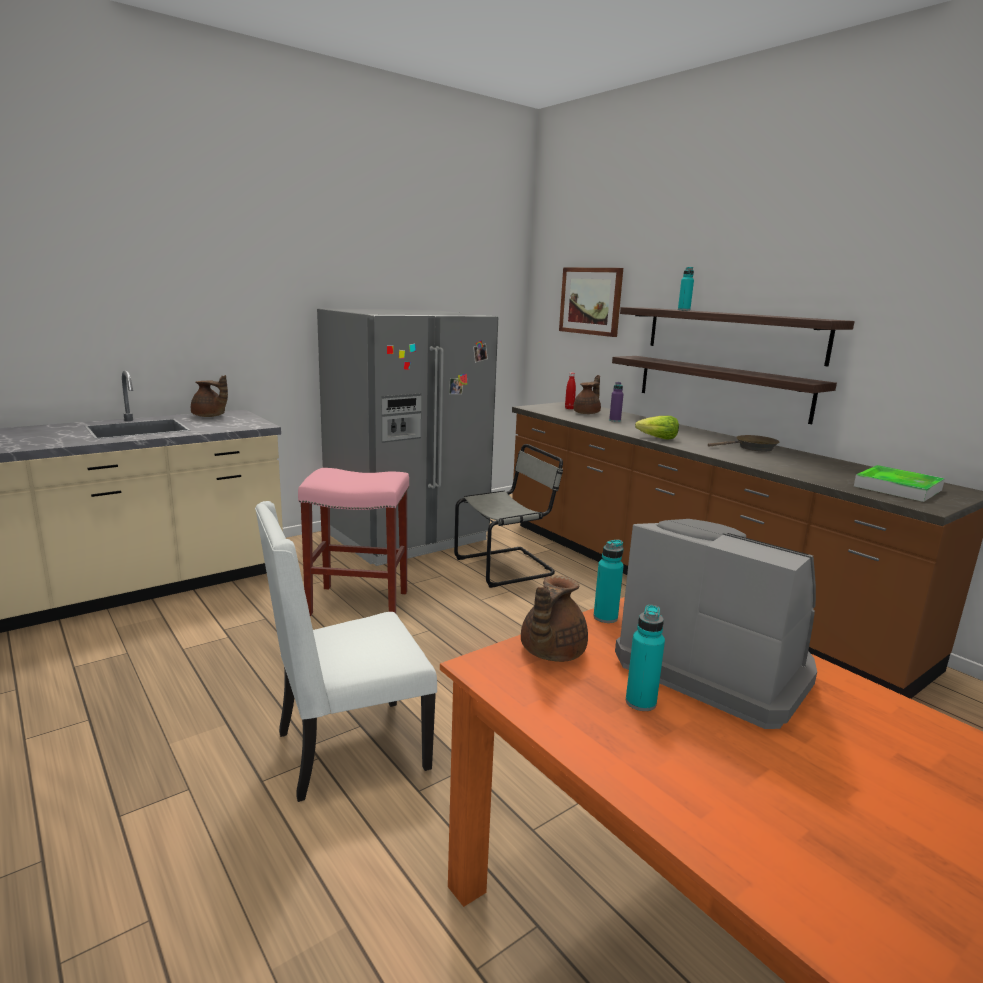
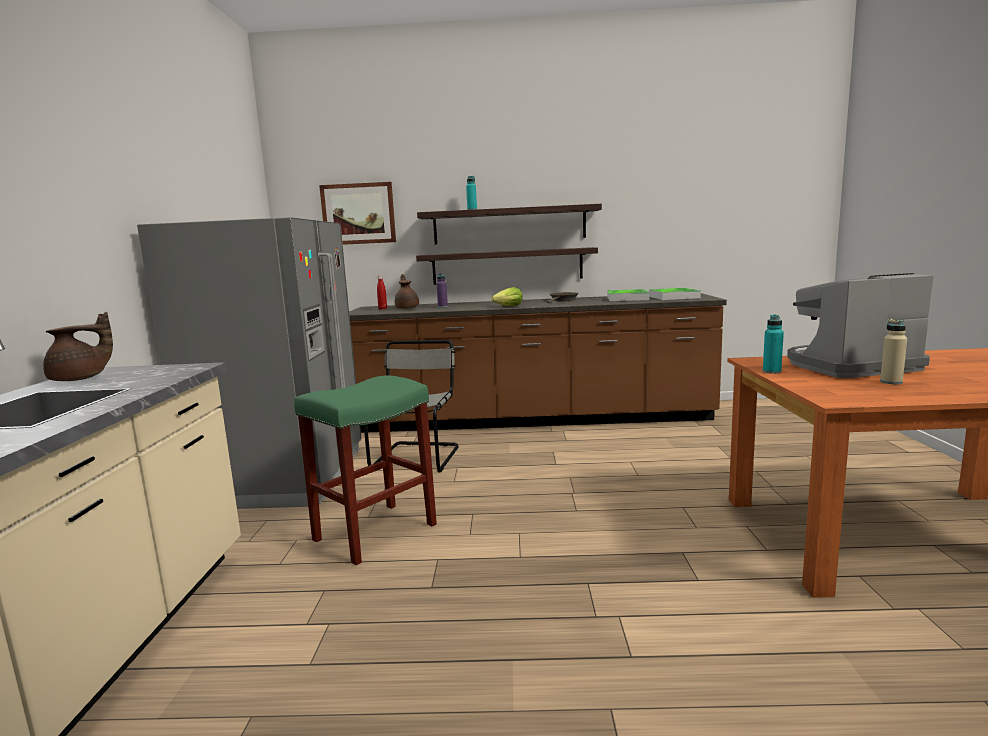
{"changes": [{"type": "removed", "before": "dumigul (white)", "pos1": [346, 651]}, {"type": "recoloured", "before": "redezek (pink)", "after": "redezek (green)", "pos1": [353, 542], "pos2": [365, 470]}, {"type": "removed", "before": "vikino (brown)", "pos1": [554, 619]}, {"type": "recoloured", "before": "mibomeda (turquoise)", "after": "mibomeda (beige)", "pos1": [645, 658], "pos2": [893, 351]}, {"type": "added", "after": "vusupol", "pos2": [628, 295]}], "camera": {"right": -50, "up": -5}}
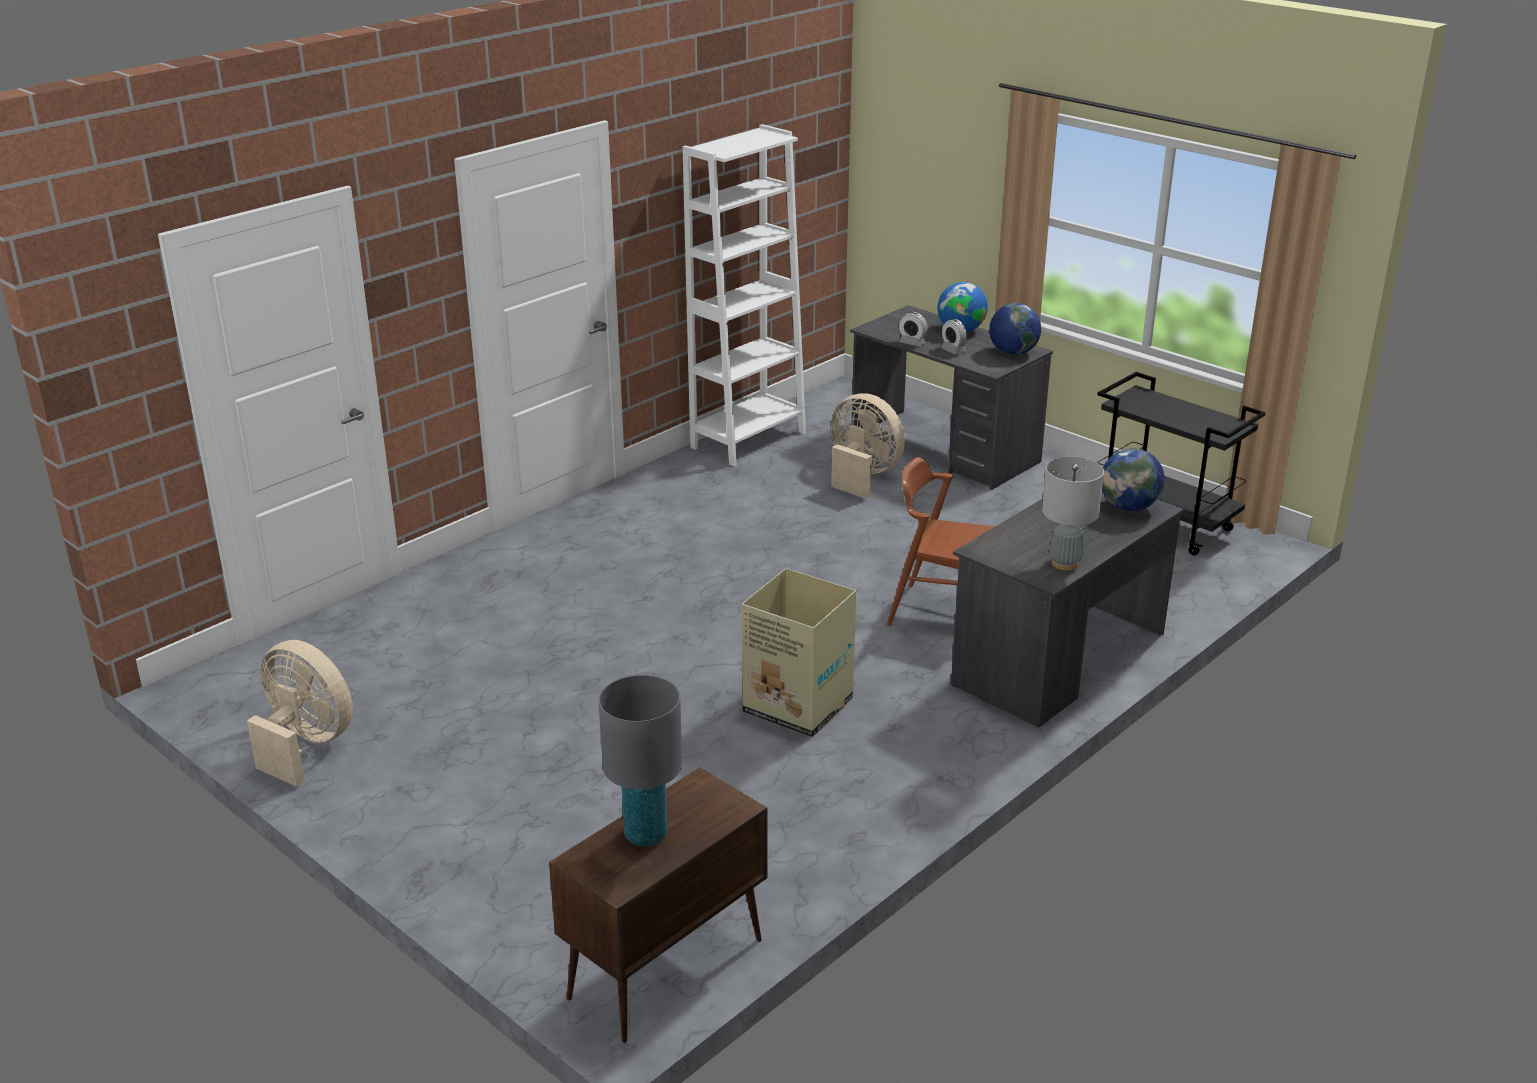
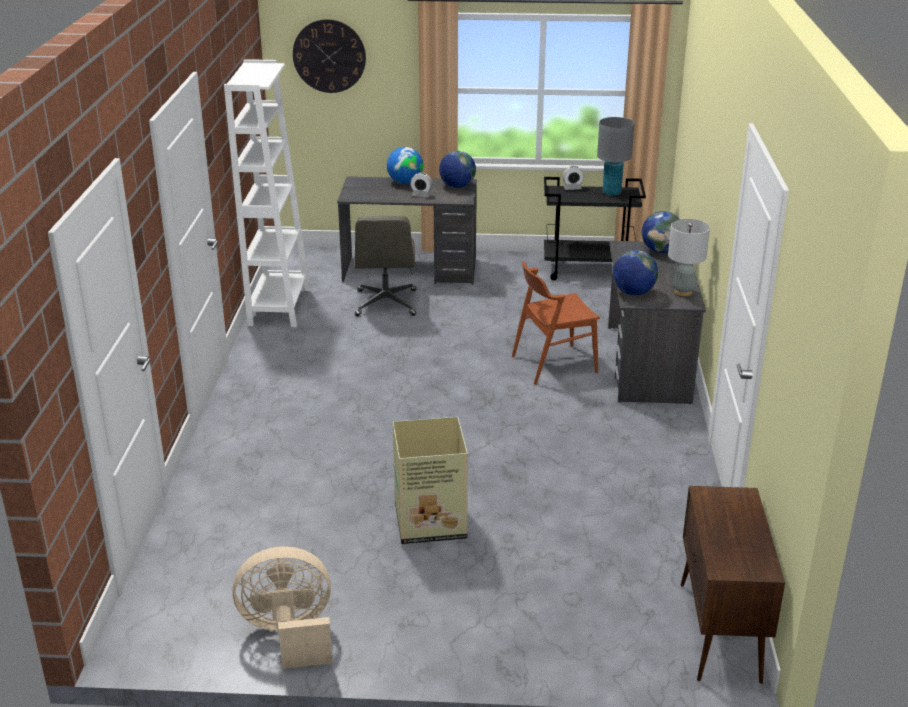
{"changes": [{"type": "moved", "before": "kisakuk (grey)", "pos1": [640, 761], "pos2": [615, 156]}, {"type": "moved", "before": "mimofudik", "pos1": [799, 652], "pos2": [430, 480]}, {"type": "replaced", "before": "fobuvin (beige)", "after": "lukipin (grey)", "pos1": [868, 446], "pos2": [386, 266]}, {"type": "moved", "before": "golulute", "pos1": [913, 329], "pos2": [573, 178]}, {"type": "added", "after": "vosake", "pos2": [329, 56]}, {"type": "added", "after": "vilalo", "pos2": [635, 272]}], "camera": {"right": -40, "up": 0}}
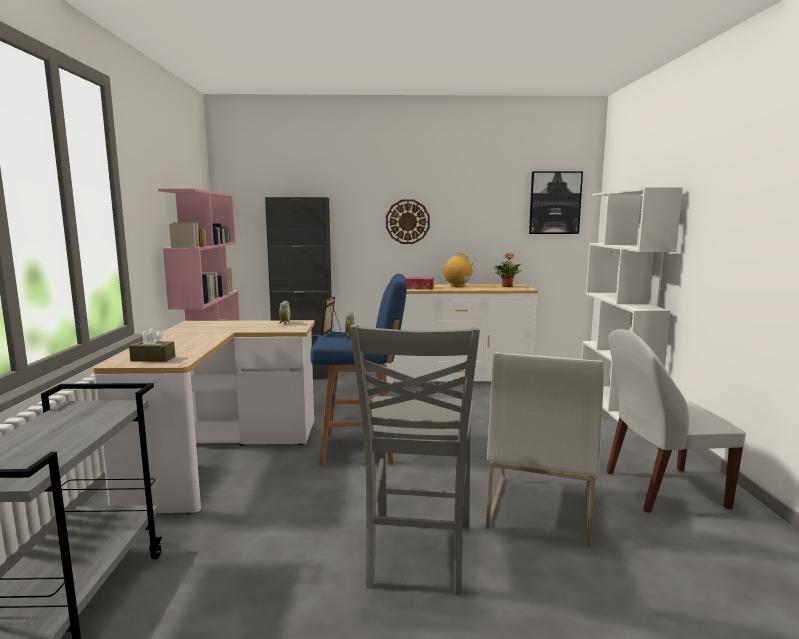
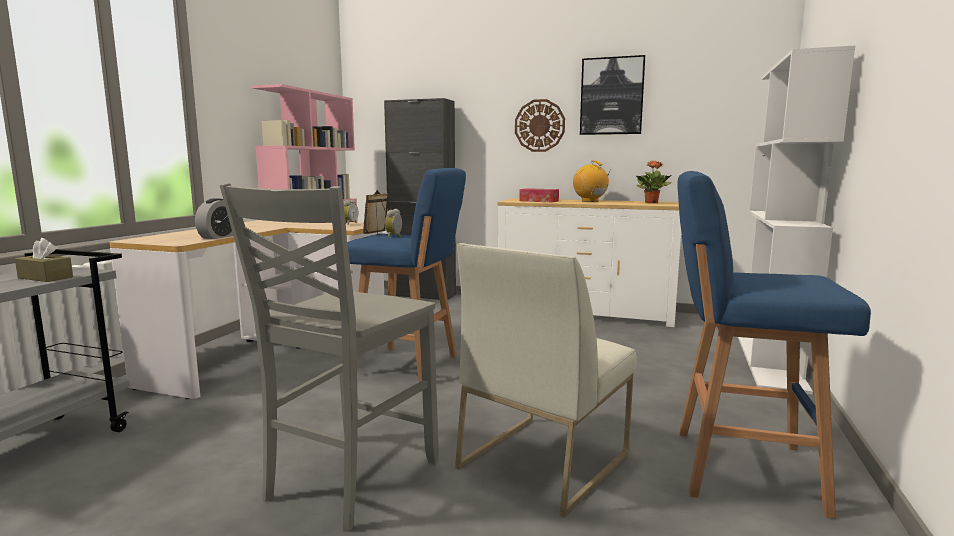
{"changes": [{"type": "moved", "before": "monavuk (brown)", "pos1": [152, 345], "pos2": [44, 260]}, {"type": "moved", "before": "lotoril", "pos1": [556, 202], "pos2": [612, 95]}, {"type": "replaced", "before": "dumigul (white)", "after": "redezek (blue)", "pos1": [676, 421], "pos2": [774, 345]}, {"type": "added", "after": "golulute", "pos2": [214, 218]}], "camera": {"right": 20, "up": 0}}
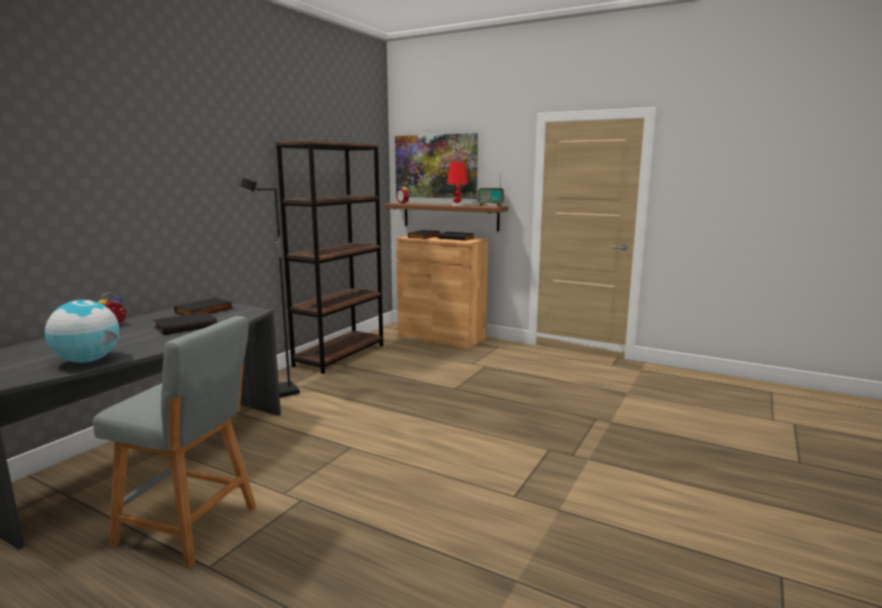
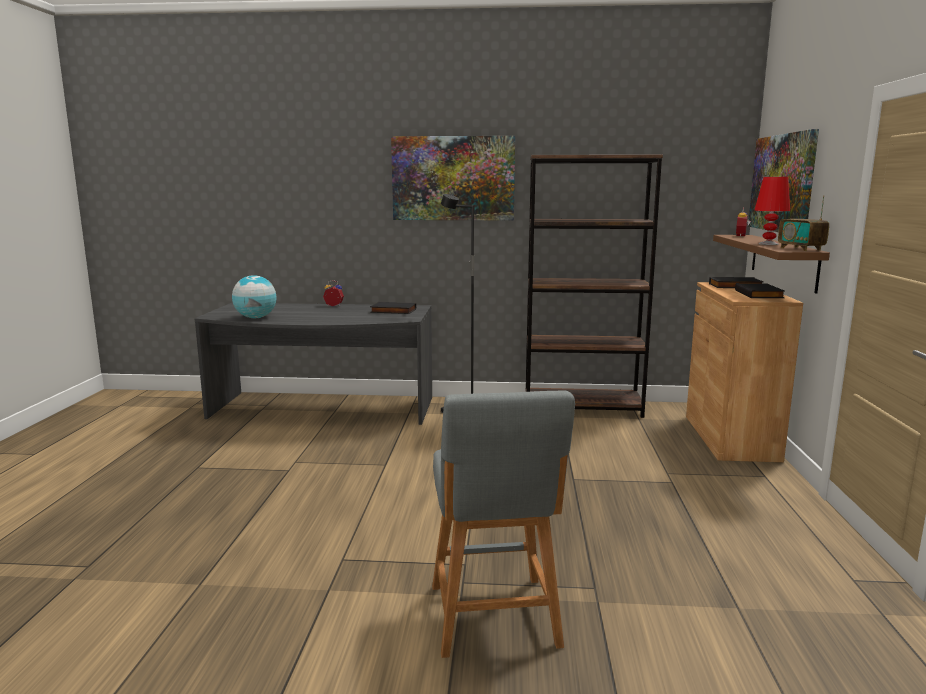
{"changes": [{"type": "moved", "before": "redezek (grey)", "pos1": [174, 441], "pos2": [503, 524]}, {"type": "removed", "before": "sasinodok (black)", "pos1": [185, 323]}, {"type": "added", "after": "lotoril", "pos2": [453, 178]}], "camera": {"right": 65, "up": 0}}
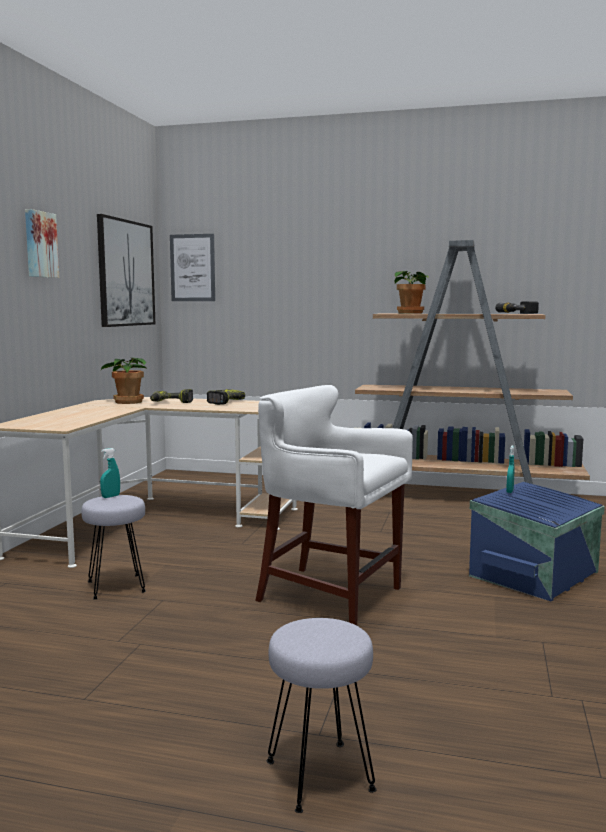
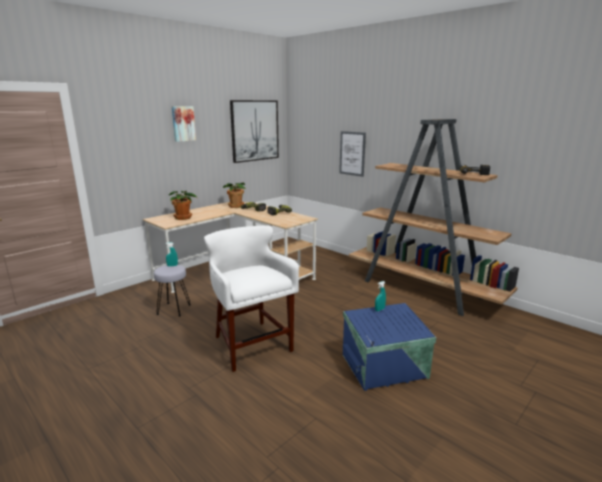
{"changes": [{"type": "moved", "before": "lotoril", "pos1": [192, 267], "pos2": [352, 154]}, {"type": "removed", "before": "redezek (grey)", "pos1": [322, 715]}, {"type": "moved", "before": "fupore", "pos1": [411, 292], "pos2": [183, 205]}], "camera": {"right": 30, "up": 10}}
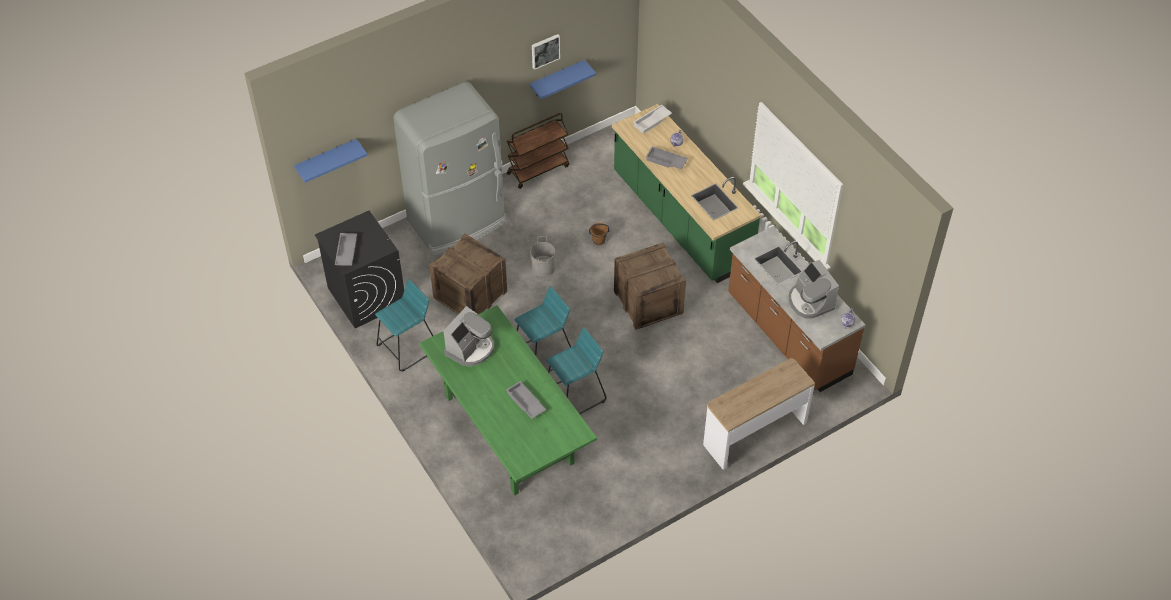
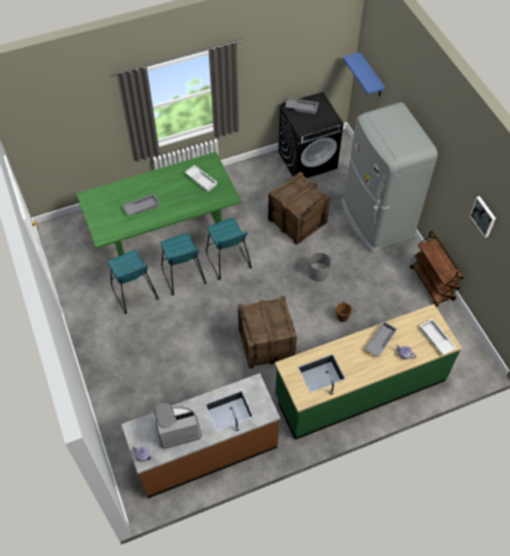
{"changes": [{"type": "moved", "before": "redezek (turquoise)", "pos1": [404, 325], "pos2": [133, 282]}, {"type": "replaced", "before": "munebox", "after": "vusupol (white)", "pos1": [468, 336], "pos2": [201, 178]}, {"type": "removed", "before": "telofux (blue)", "pos1": [563, 79]}, {"type": "removed", "before": "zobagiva", "pos1": [759, 414]}], "camera": {"right": 100, "up": 5}}
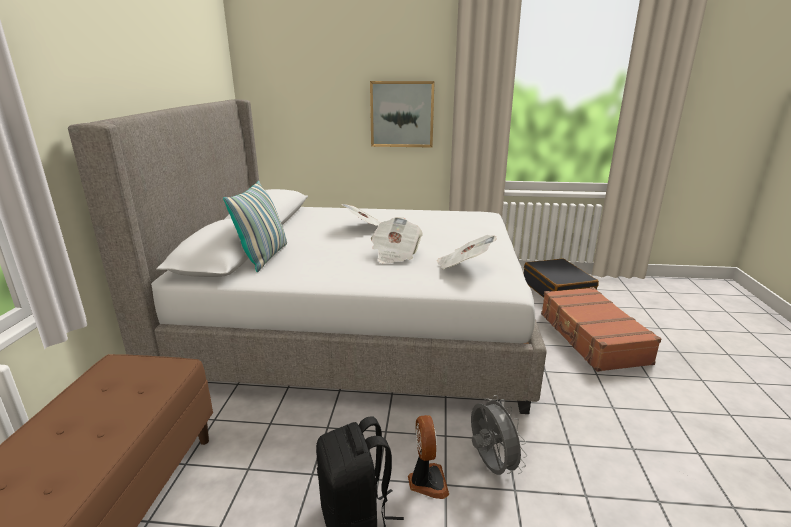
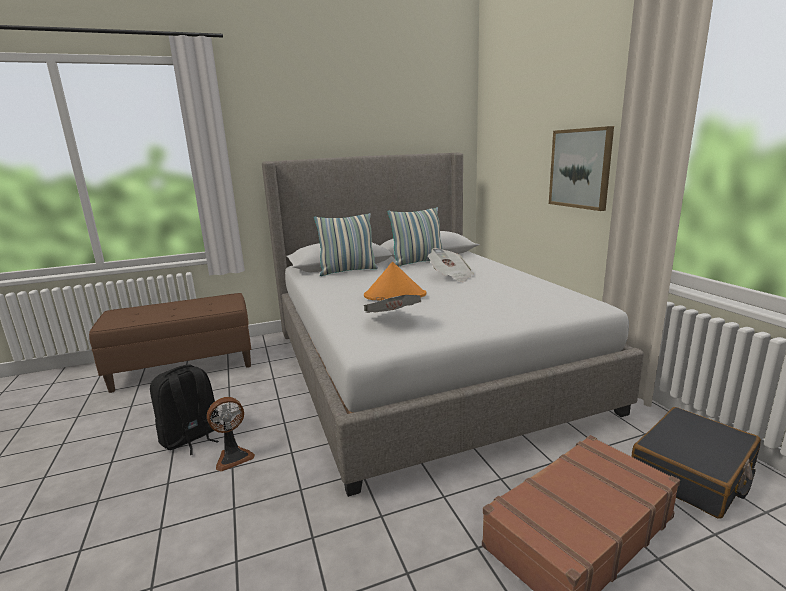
{"changes": [{"type": "replaced", "before": "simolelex", "after": "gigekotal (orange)", "pos1": [397, 240], "pos2": [395, 281]}, {"type": "removed", "before": "fobuvin (grey)", "pos1": [499, 435]}, {"type": "added", "after": "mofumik", "pos2": [415, 237]}], "camera": {"right": 65, "up": -5}}
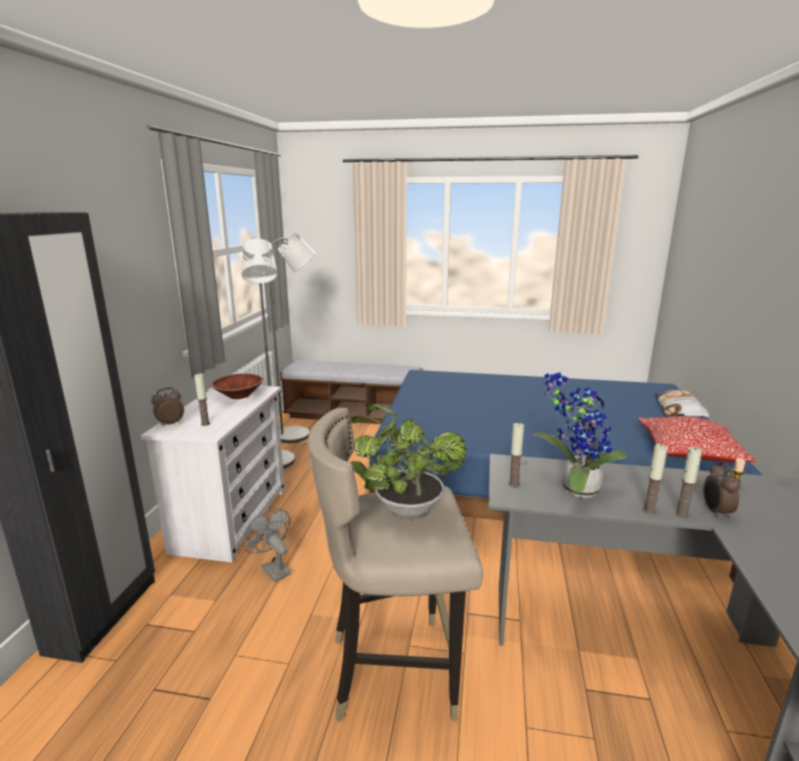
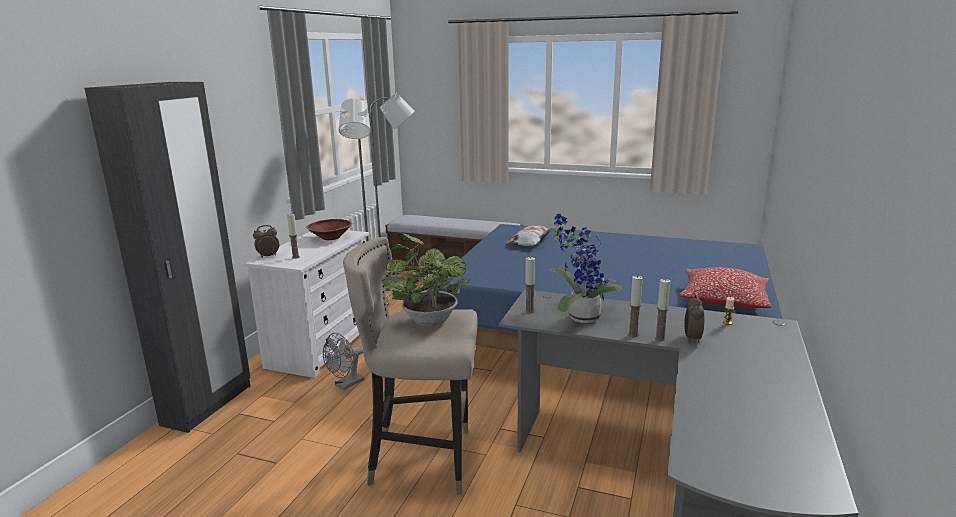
{"changes": [{"type": "turned", "before": "fobuvin (grey)", "pos1": [266, 545], "pos2": [344, 361], "turn": -105}, {"type": "moved", "before": "mofumik", "pos1": [682, 403], "pos2": [529, 235]}], "camera": {"right": 10, "up": 0}}
